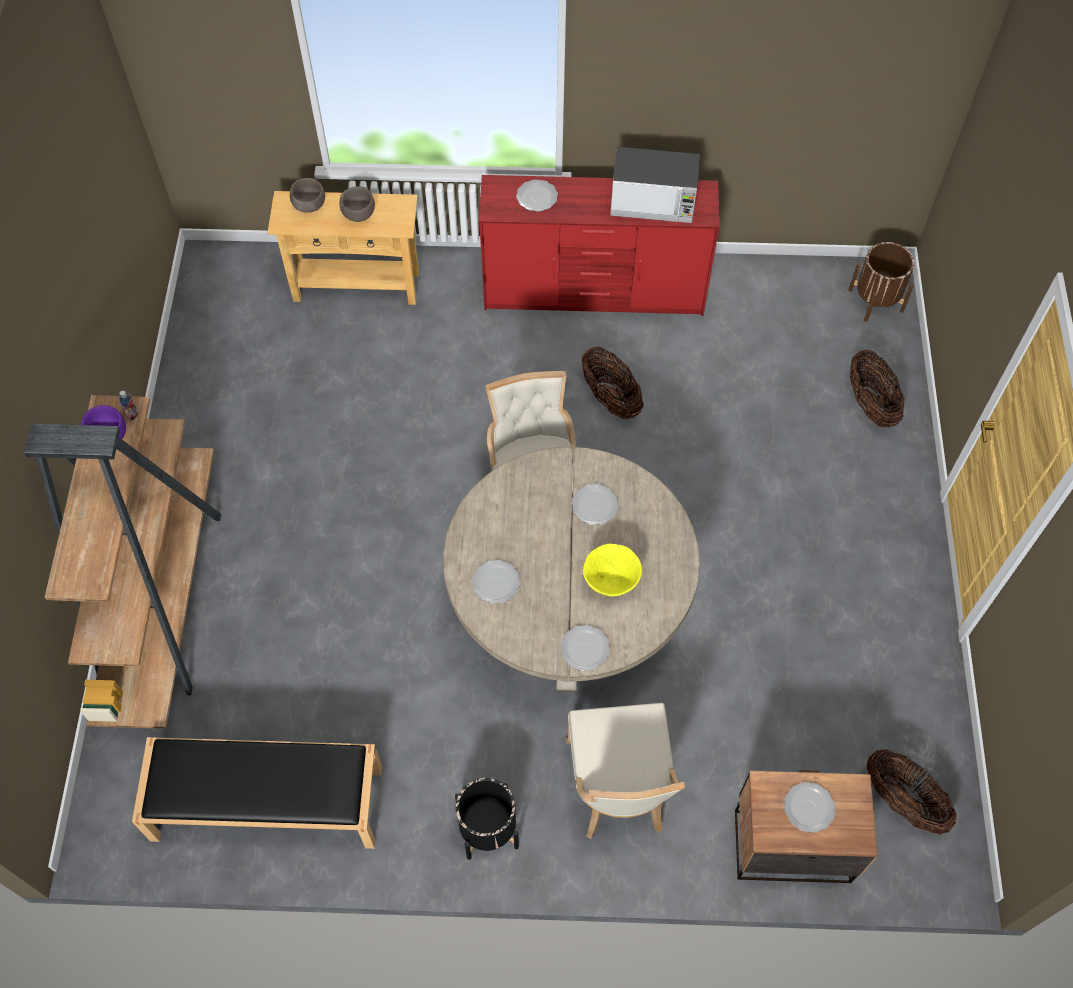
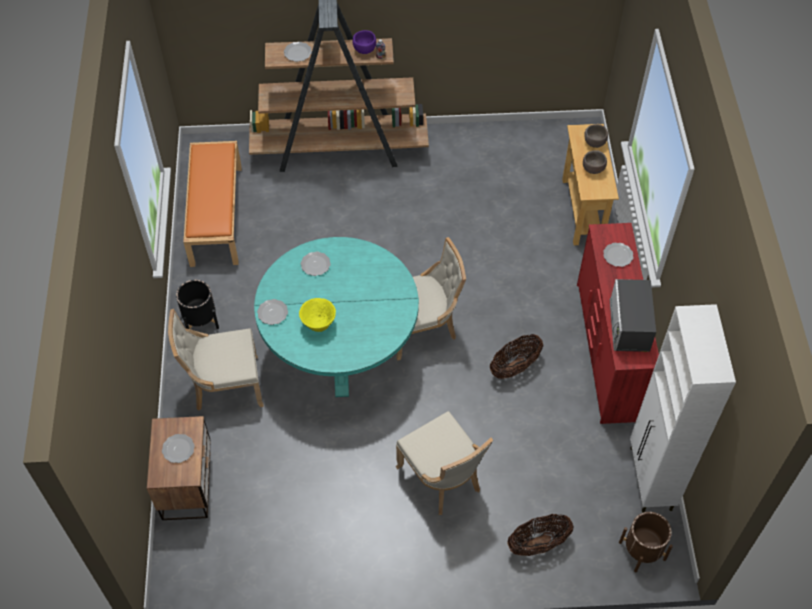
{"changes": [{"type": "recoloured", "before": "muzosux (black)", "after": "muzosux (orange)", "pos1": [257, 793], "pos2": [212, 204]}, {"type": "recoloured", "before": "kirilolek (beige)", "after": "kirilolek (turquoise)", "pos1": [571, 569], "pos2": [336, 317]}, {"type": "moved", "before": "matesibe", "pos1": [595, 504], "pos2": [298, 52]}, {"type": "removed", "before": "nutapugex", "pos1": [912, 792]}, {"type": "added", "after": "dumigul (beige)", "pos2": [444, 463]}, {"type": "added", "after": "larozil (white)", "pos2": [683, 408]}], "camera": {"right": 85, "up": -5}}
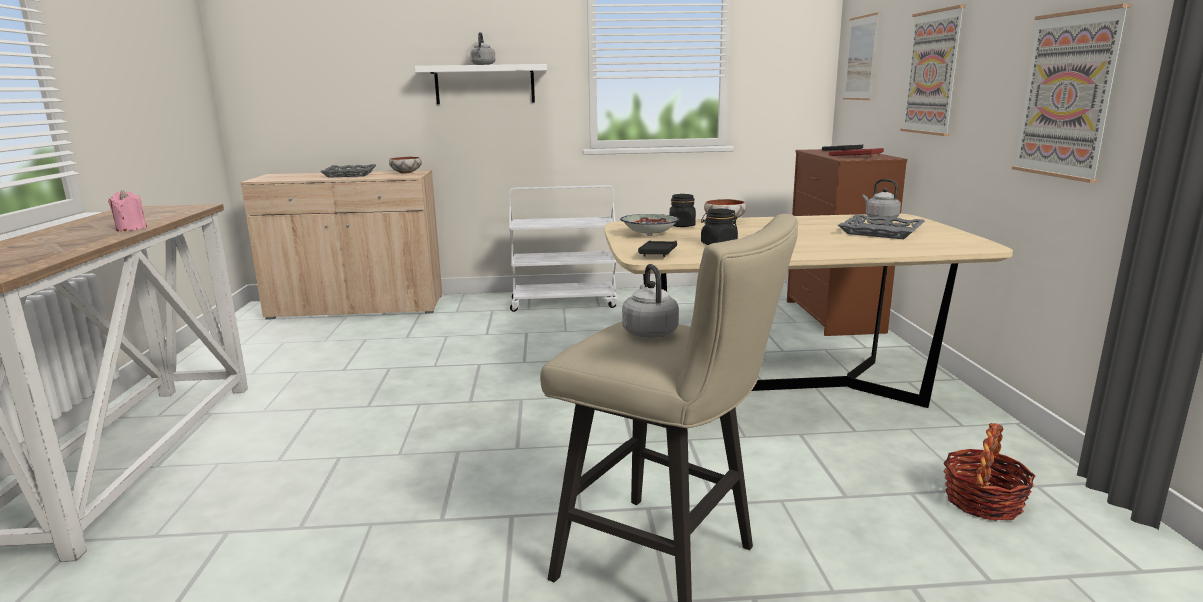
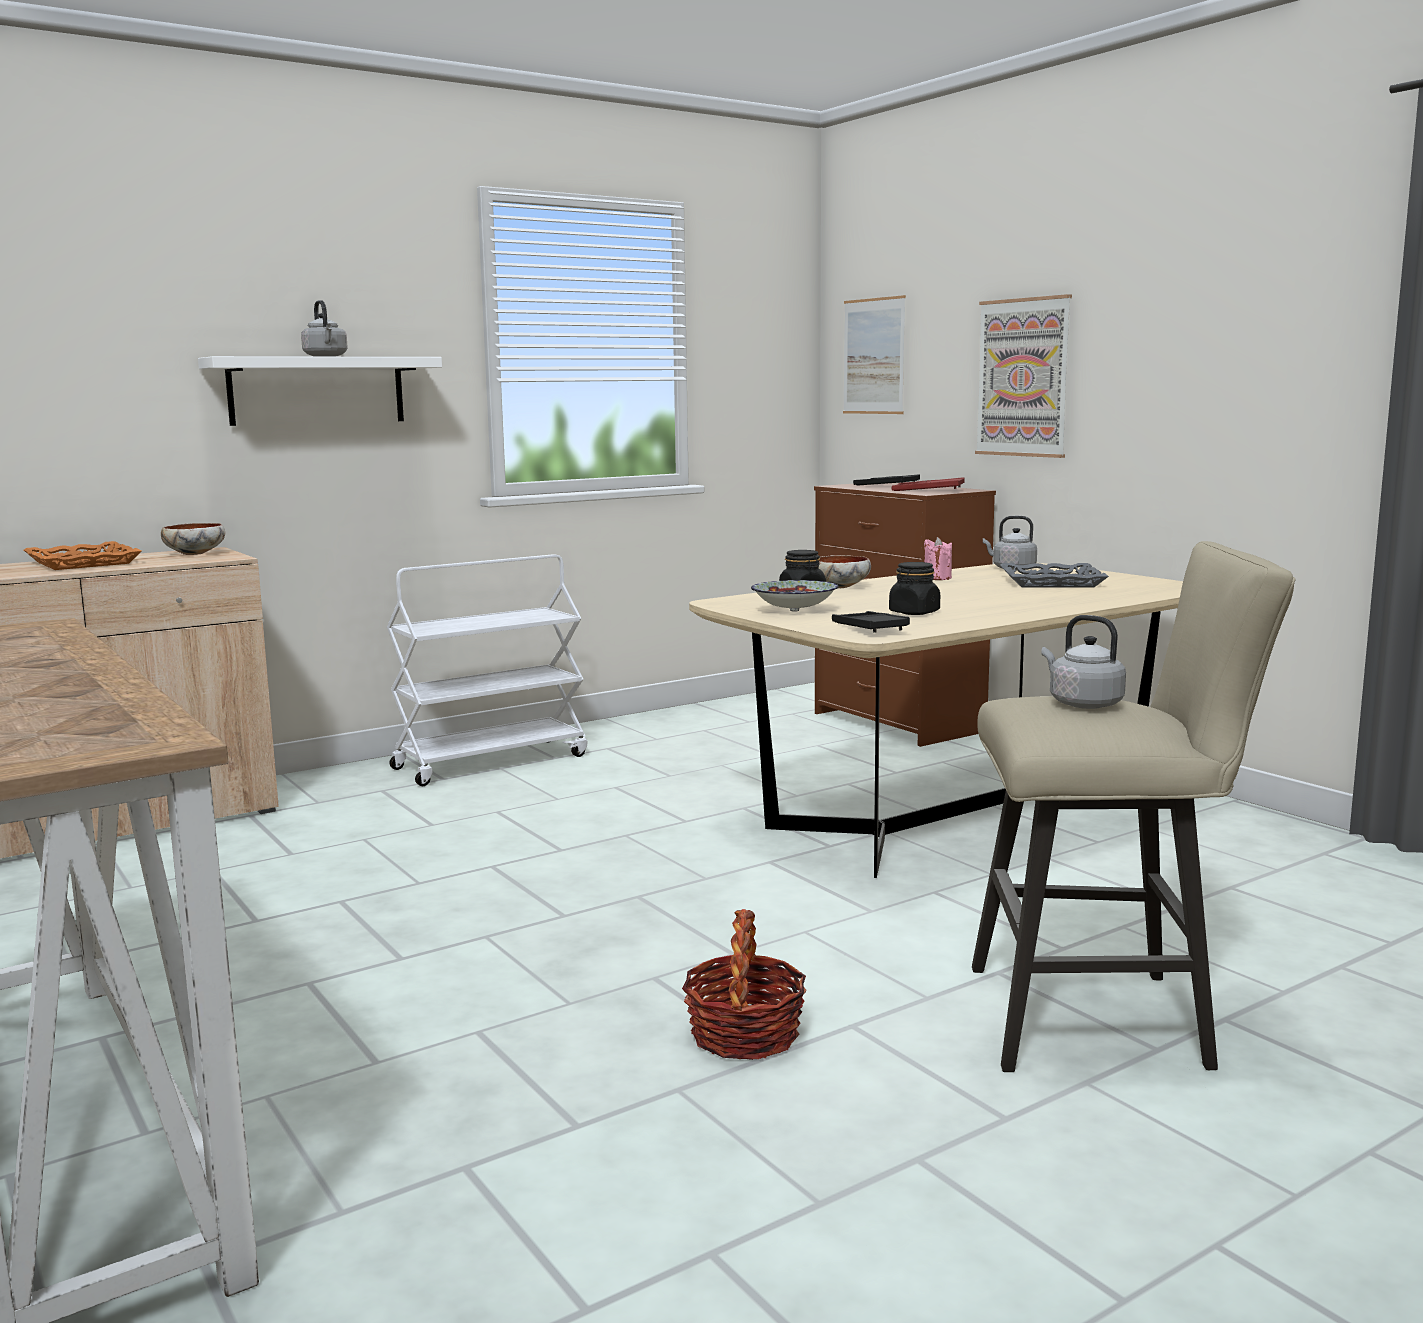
{"changes": [{"type": "moved", "before": "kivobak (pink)", "pos1": [127, 210], "pos2": [938, 558]}, {"type": "recoloured", "before": "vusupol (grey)", "after": "vusupol (orange)", "pos1": [348, 171], "pos2": [82, 555]}, {"type": "moved", "before": "nutapugex", "pos1": [989, 472], "pos2": [744, 984]}, {"type": "removed", "before": "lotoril", "pos1": [1071, 93]}], "camera": {"right": -30, "up": -5}}
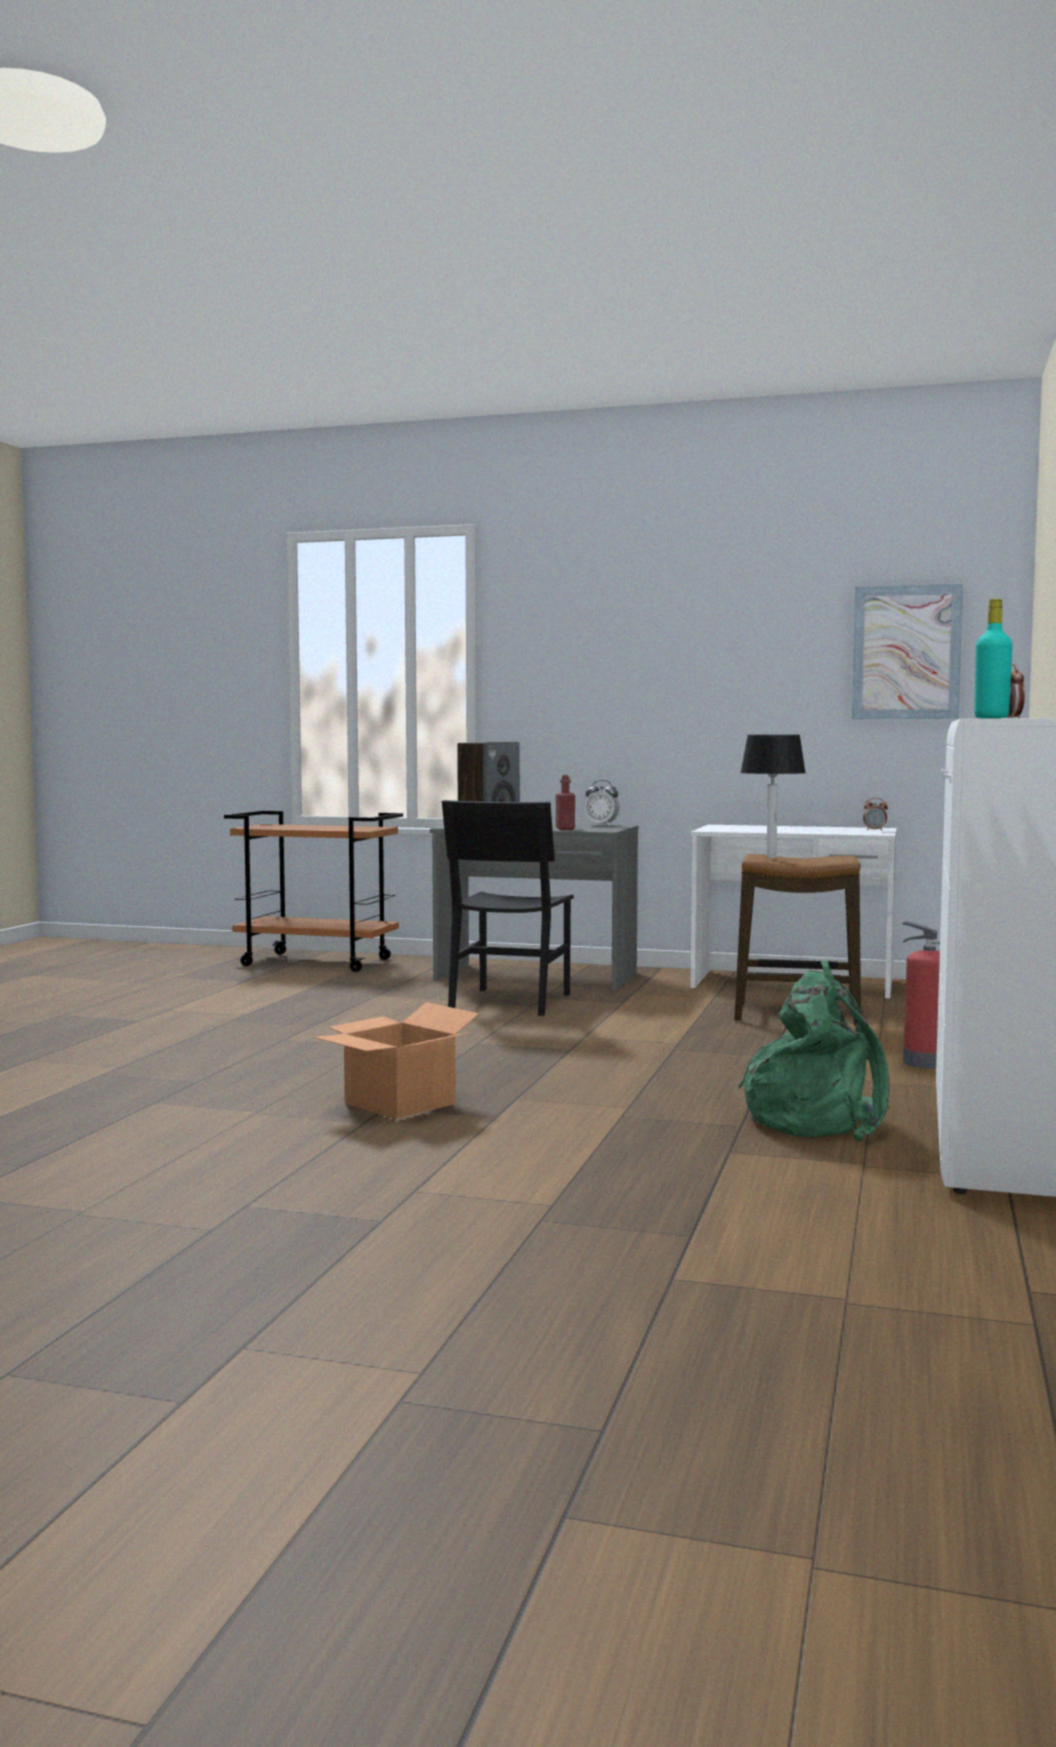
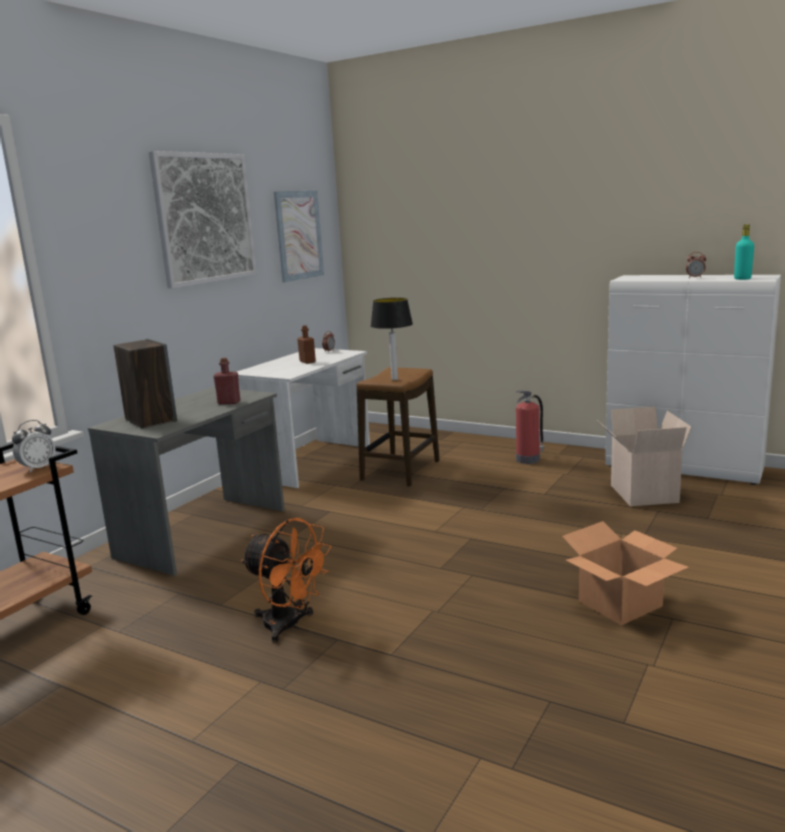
{"changes": [{"type": "removed", "before": "dumigul (black)", "pos1": [508, 908]}, {"type": "moved", "before": "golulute", "pos1": [602, 803], "pos2": [34, 446]}, {"type": "replaced", "before": "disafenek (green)", "after": "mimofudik", "pos1": [814, 1050], "pos2": [644, 456]}, {"type": "added", "after": "lotoril", "pos2": [203, 220]}, {"type": "added", "after": "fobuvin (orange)", "pos2": [286, 580]}, {"type": "added", "after": "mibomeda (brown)", "pos2": [306, 344]}], "camera": {"right": -75, "up": 10}}
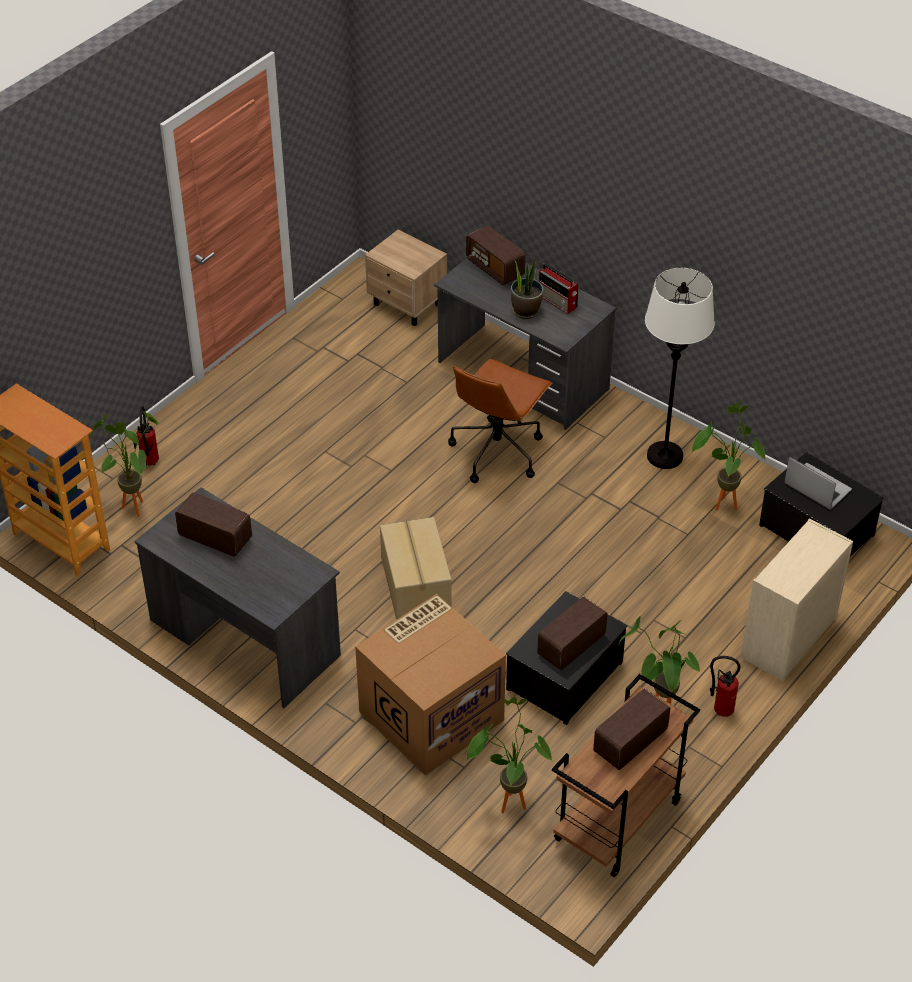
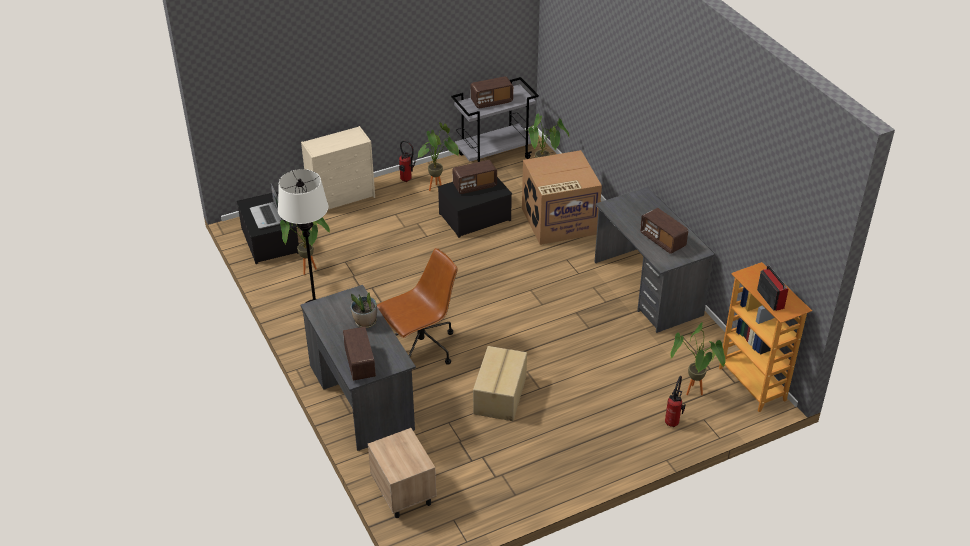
{"changes": [{"type": "moved", "before": "mimofudik", "pos1": [416, 568], "pos2": [500, 383]}, {"type": "moved", "before": "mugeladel", "pos1": [559, 288], "pos2": [772, 288]}, {"type": "recoloured", "before": "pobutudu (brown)", "after": "pobutudu (grey)", "pos1": [626, 775], "pos2": [495, 119]}], "camera": {"right": -155, "up": -5}}
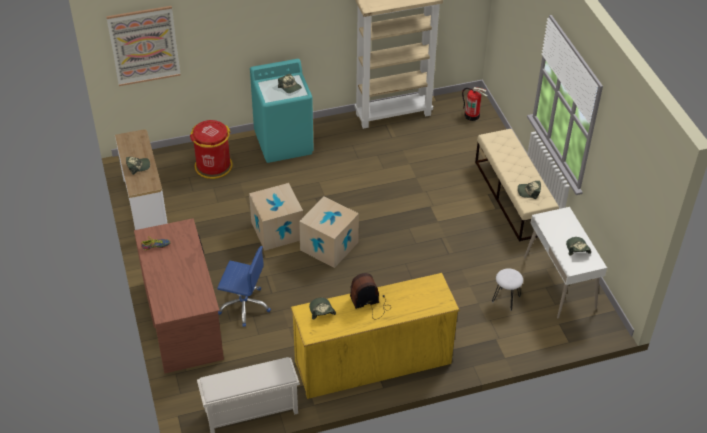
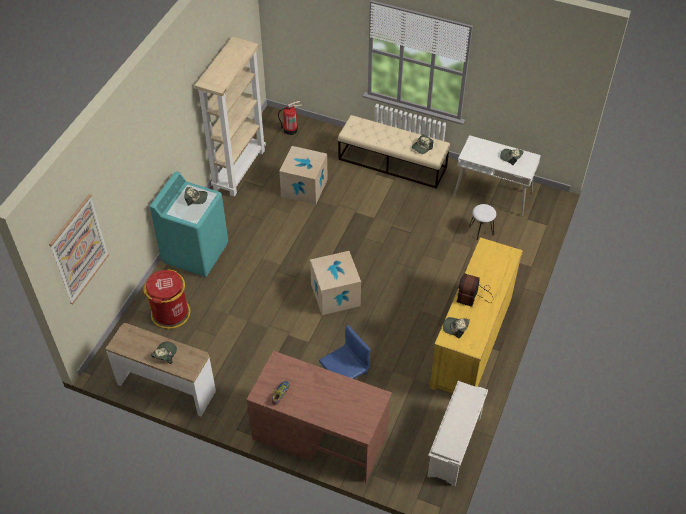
{"changes": [{"type": "moved", "before": "mimofudik", "pos1": [276, 217], "pos2": [303, 175]}], "camera": {"right": -50, "up": 5}}
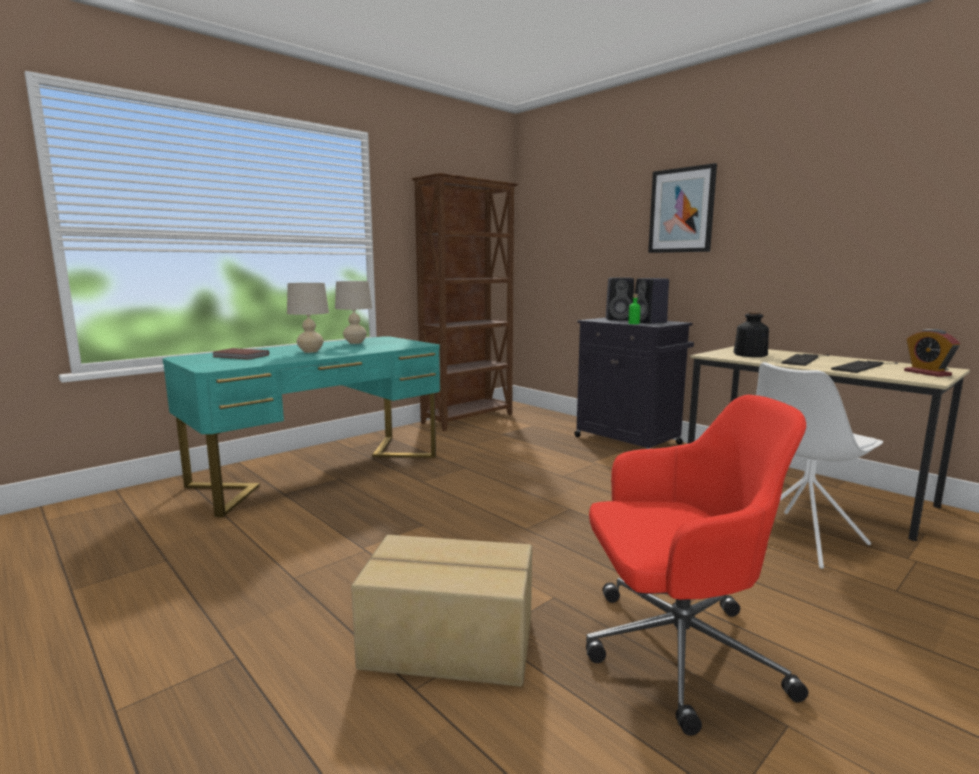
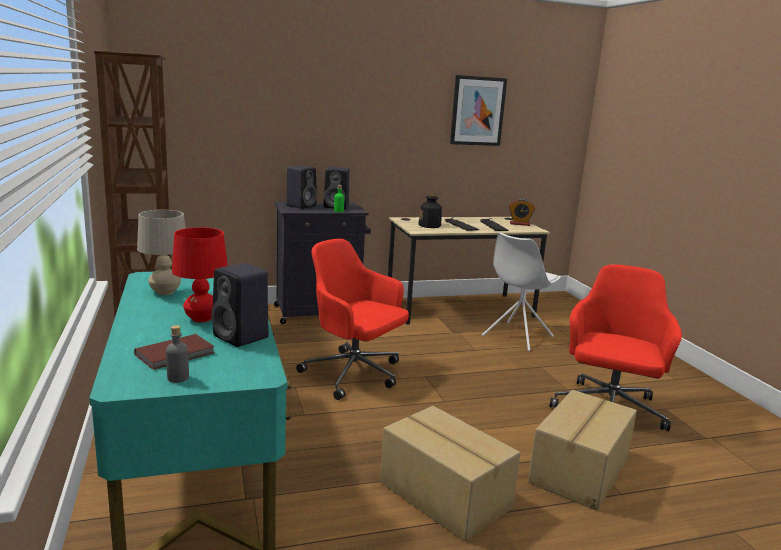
{"changes": [{"type": "recoloured", "before": "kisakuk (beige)", "after": "kisakuk (red)", "pos1": [308, 318], "pos2": [200, 274]}, {"type": "moved", "before": "lotoril", "pos1": [682, 208], "pos2": [478, 110]}, {"type": "turned", "before": "dumigul (white)", "pos1": [819, 465], "pos2": [521, 291], "turn": 45}, {"type": "added", "after": "mibomeda (grey)", "pos2": [177, 354]}, {"type": "added", "after": "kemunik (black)", "pos2": [240, 305]}, {"type": "added", "after": "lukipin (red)", "pos2": [352, 319]}, {"type": "added", "after": "mimofudik", "pos2": [450, 473]}], "camera": {"right": -65, "up": 5}}
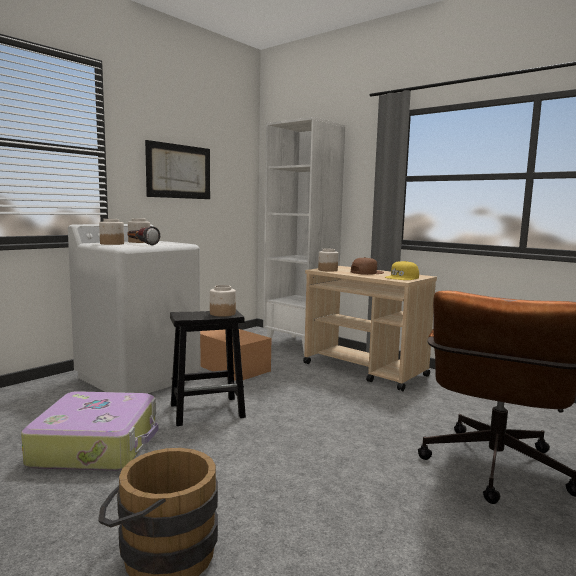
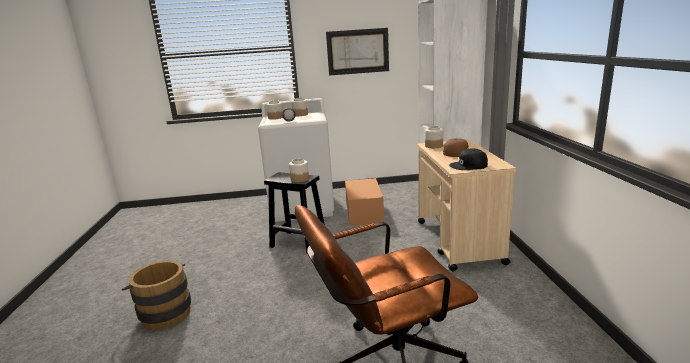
{"changes": [{"type": "removed", "before": "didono", "pos1": [90, 431]}, {"type": "recoloured", "before": "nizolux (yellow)", "after": "nizolux (black)", "pos1": [402, 270], "pos2": [468, 159]}], "camera": {"right": 45, "up": 10}}
